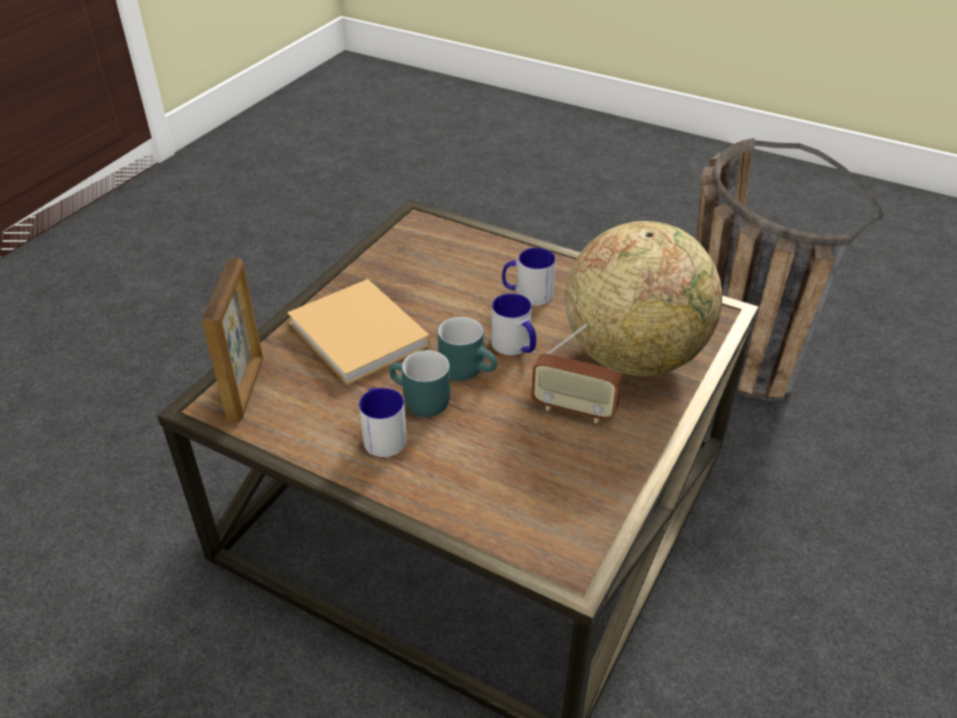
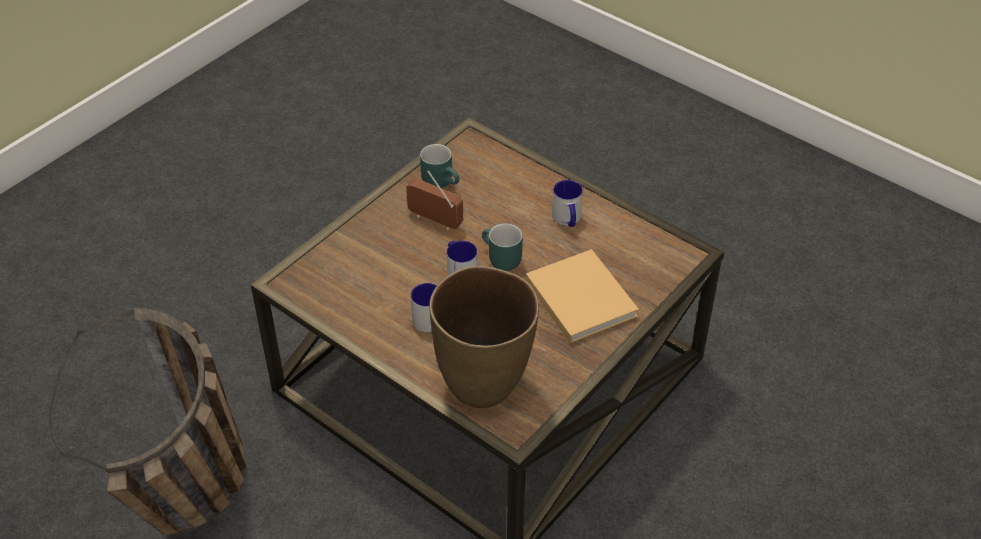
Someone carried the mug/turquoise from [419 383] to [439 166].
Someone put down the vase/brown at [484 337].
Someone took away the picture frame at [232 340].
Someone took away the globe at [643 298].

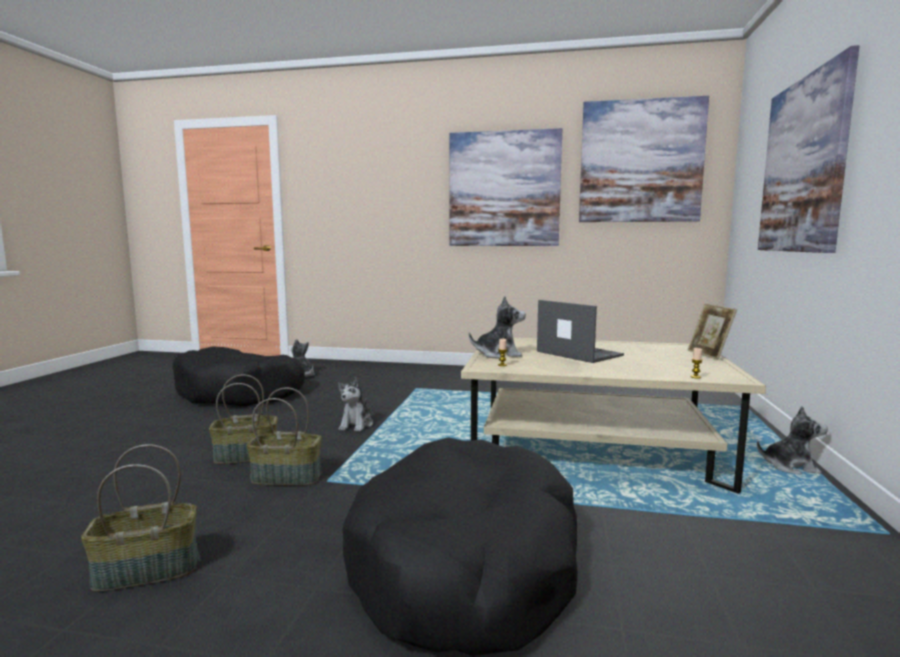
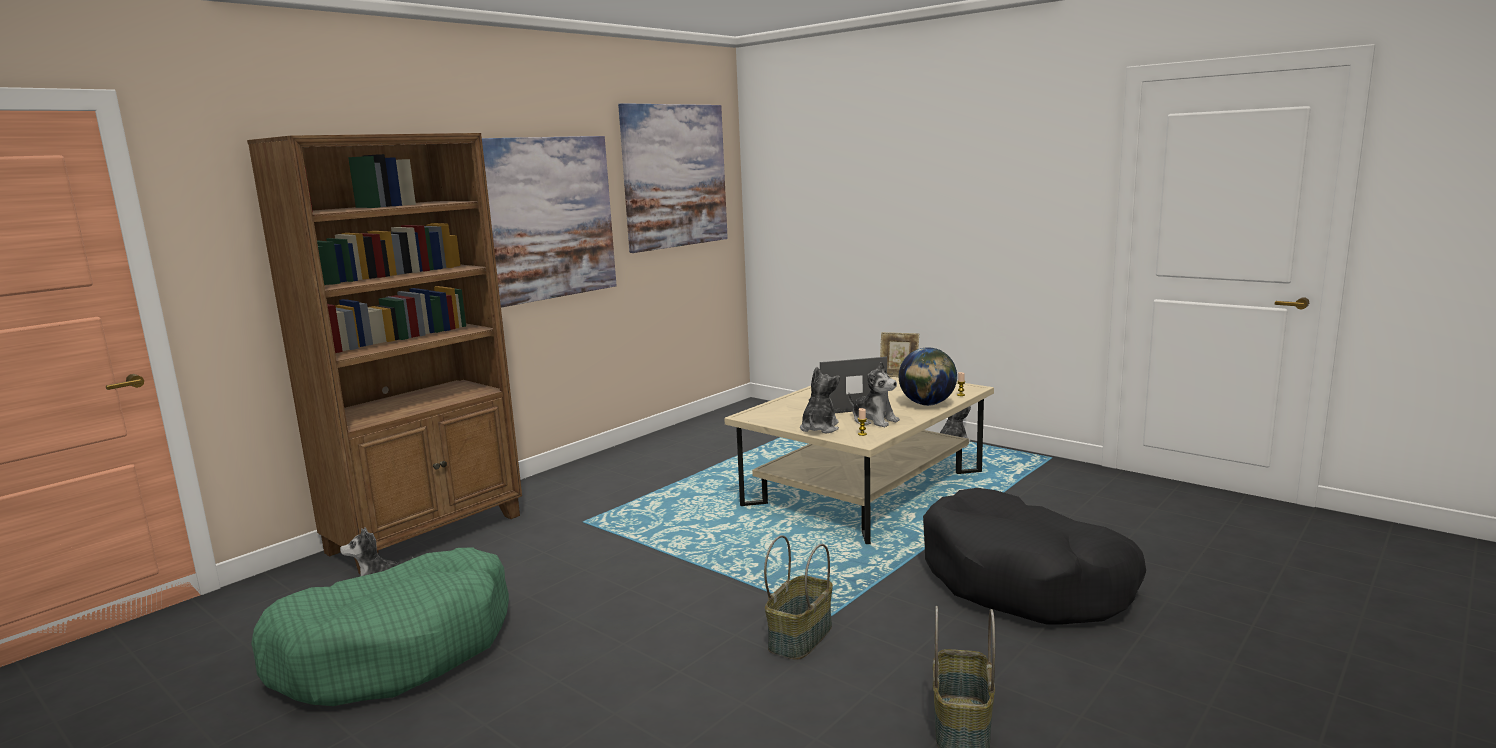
Someone put down the bookcase/brown at [384 354].
Someone repainted the dog bed/black at [238 376], which became the dog bed/green at [380 626].
Someone carried the plush toy from [355 404] to [874 394].
Someone put down the globe at [928 376].
Someone took away the basket at [243 419].
Someone took away the picture at [808 149].

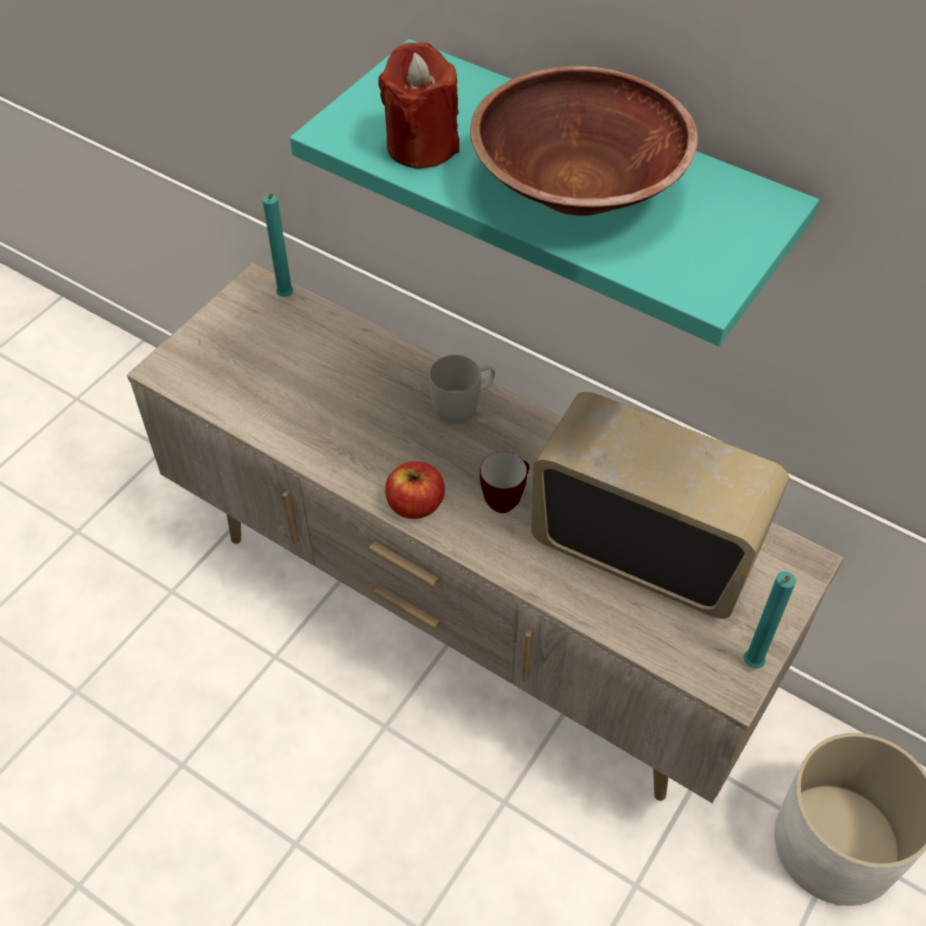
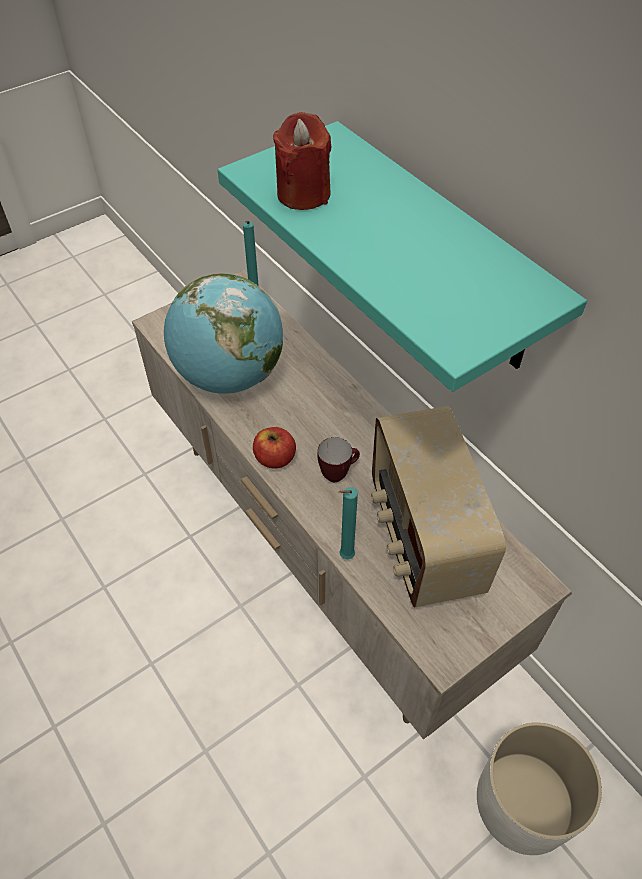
Someone put down the globe at [223 333].
Someone carried the candle/turquoise from [770 620] to [348 523].
Someone rotated the radio at [660 505] by 150 degrees counterclockwise.
Someone took away the mug/white at [462 389].
Someone took away the bowl/brown at [584 141].

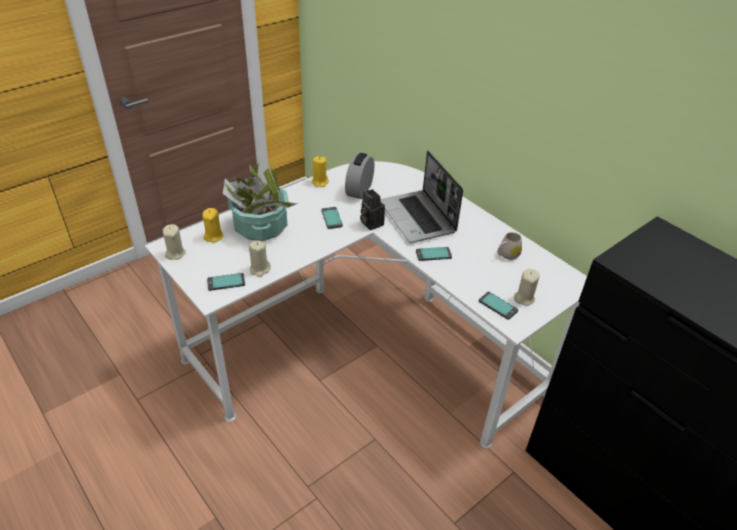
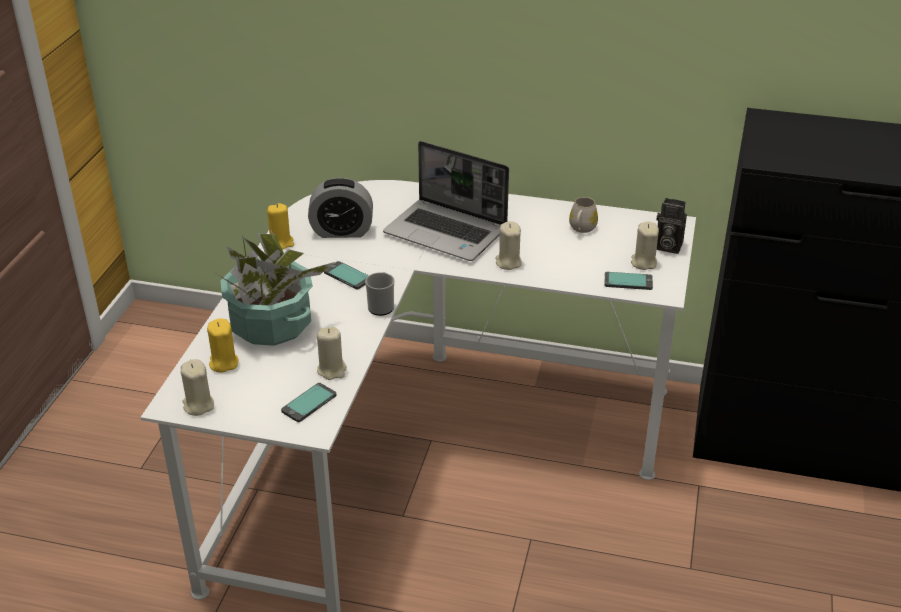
Someone rotated the alarm clock at [359 176] by 75 degrees counterclockwise.
Someone put down the mug at [380 294].
Someone swapped the phone at [434 254] for the candle/beige at [508 245].
Someone carried the photo camera from [372 209] to [671 226].

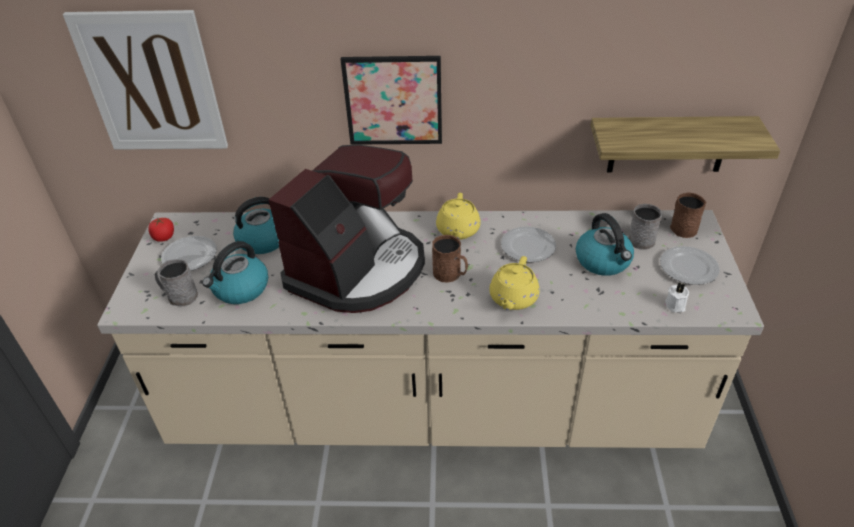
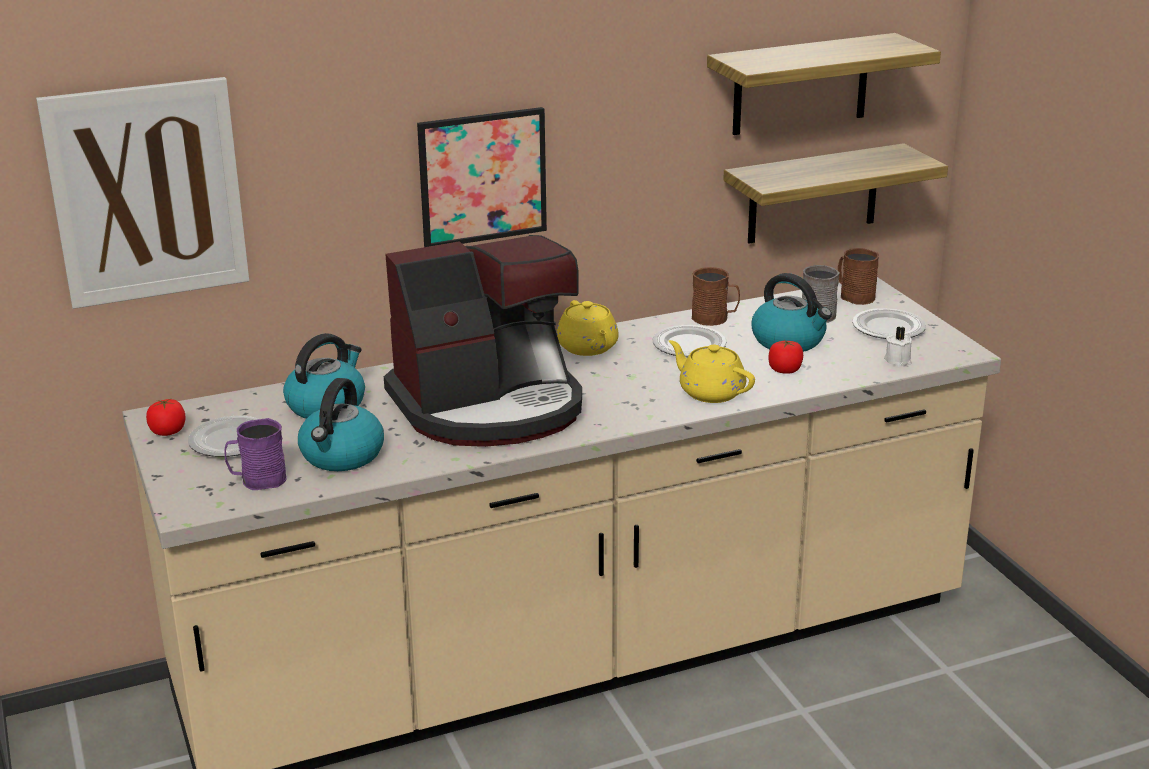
Someone repainted the mug/grey at [176 282], which became the mug/purple at [255 454].
Someone rotated the coffee machine at [347 229] by 60 degrees clockwise.
Someone rotated the teapot/yellow at [514 283] by 135 degrees clockwise.
Someone carried the mug/brown from [450 258] to [716 296].
Someone put up the shelf at [824 84].
Someone put down the tomato at [785 357].

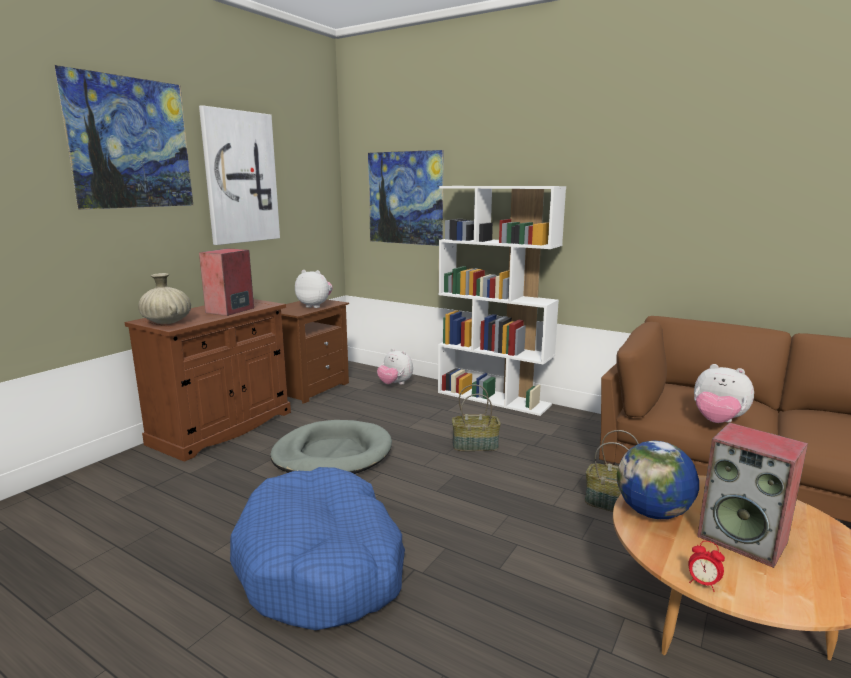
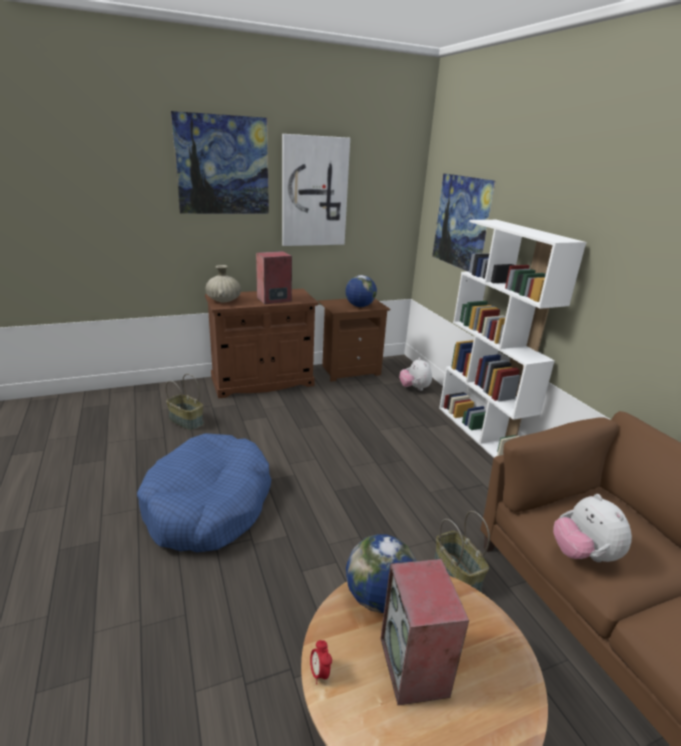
Someone carried the basket from [476 417] to [184 402].
Someone swapped the plush toy at [314 289] for the globe at [361 291].
Someone took away the dog bed/grey at [331 447].

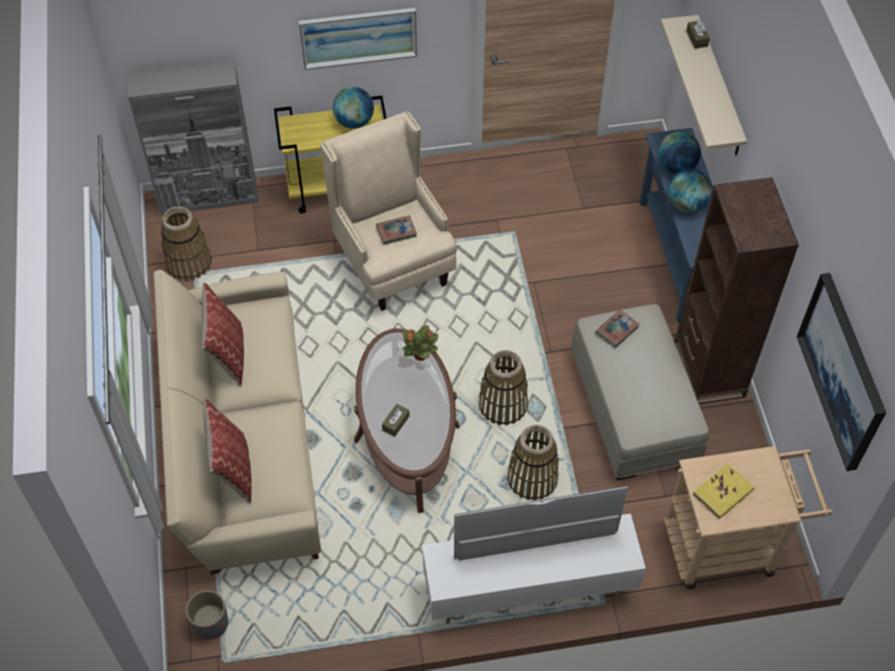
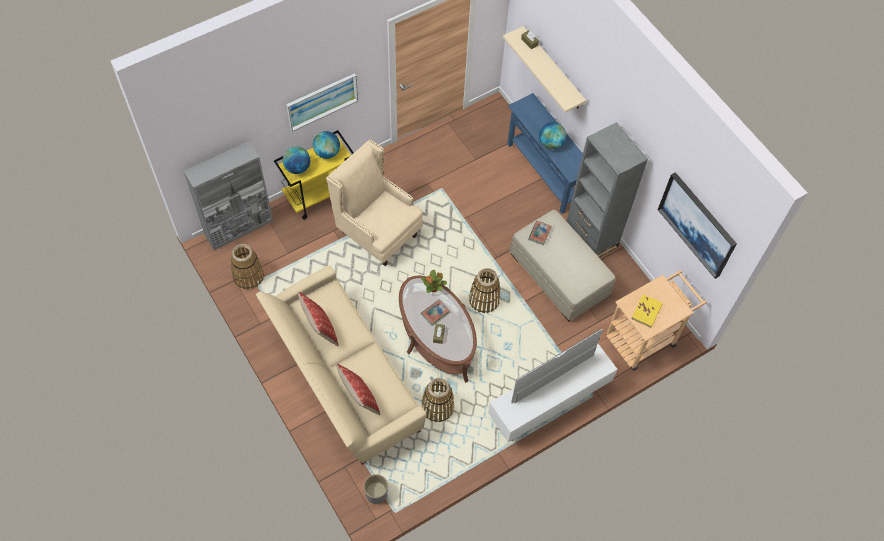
Someone carried the globe from [679 153] to [296 160].
Someone carried the book from [396 230] to [435 312].
Someone carried the basket from [533 462] to [438 400].
Someone repainted the bookcase/brown at [736 290], which became the bookcase/grey at [607 189].

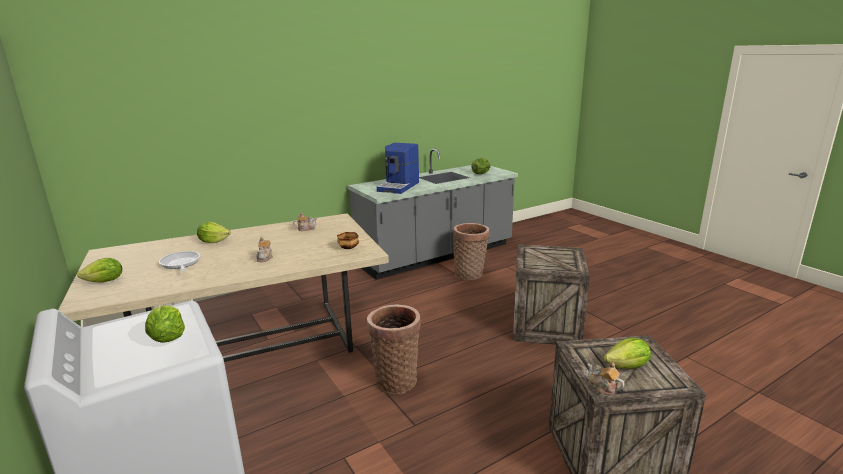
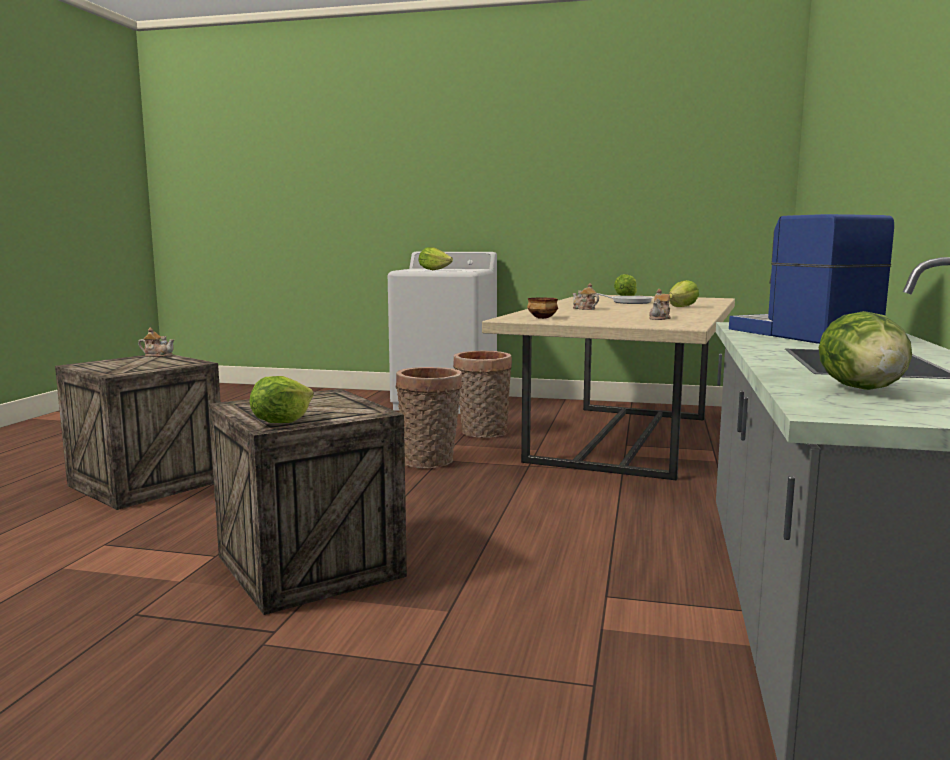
Someone carried the lettuce from [627 353] to [281 399].
Someone carried the basket from [471 252] to [482 394].

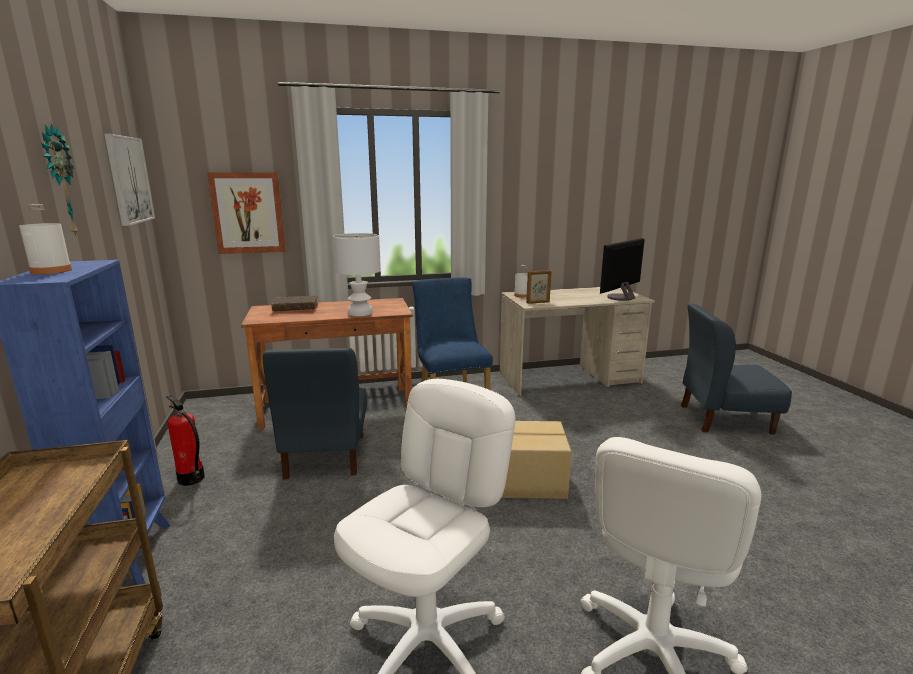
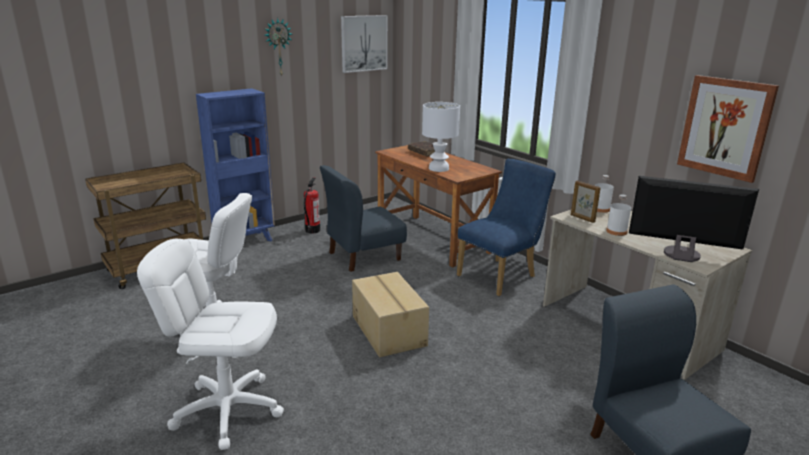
Someone carried the bottle/white from [45 239] to [618 215].
Someone carried the picture from [246 213] to [728 129].

